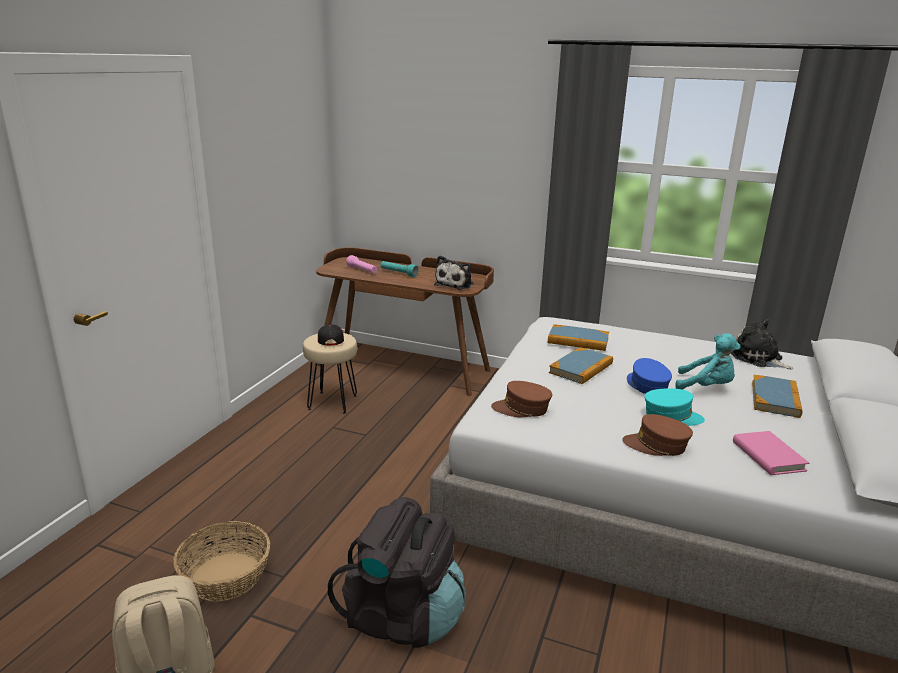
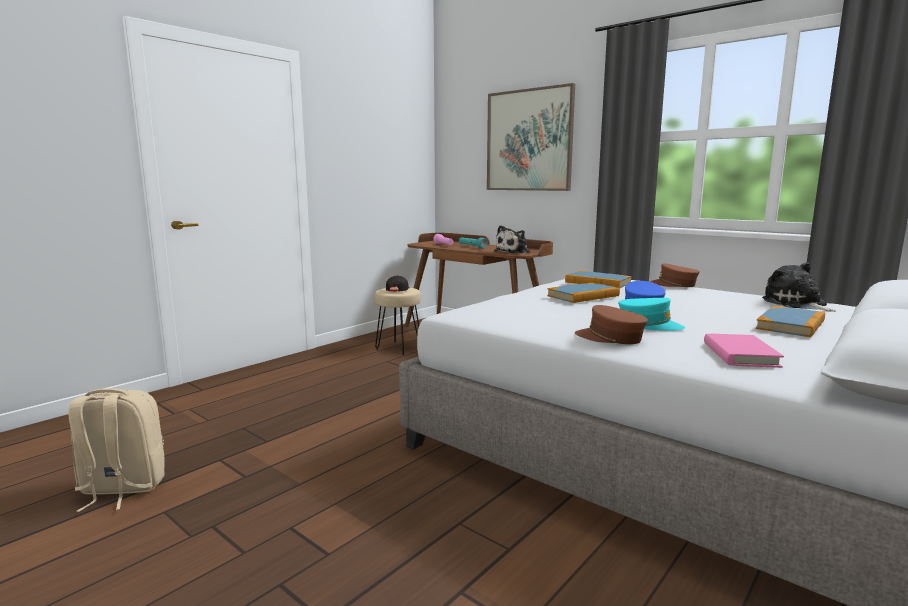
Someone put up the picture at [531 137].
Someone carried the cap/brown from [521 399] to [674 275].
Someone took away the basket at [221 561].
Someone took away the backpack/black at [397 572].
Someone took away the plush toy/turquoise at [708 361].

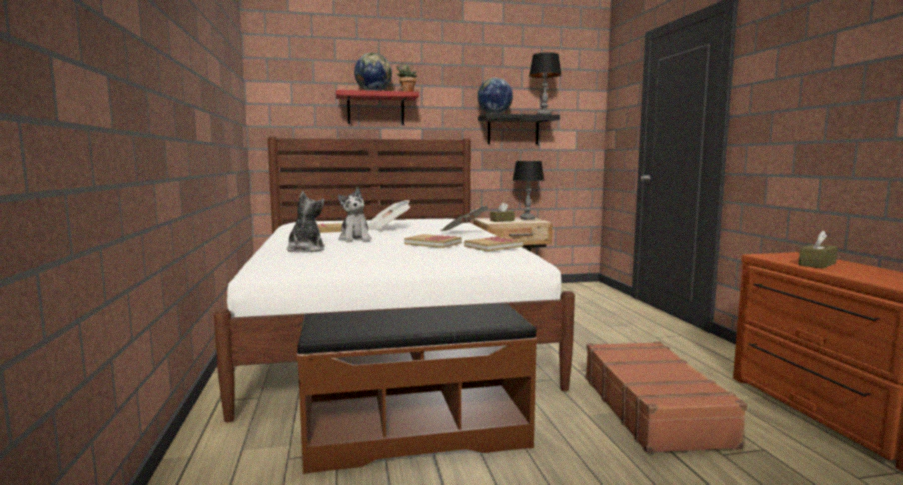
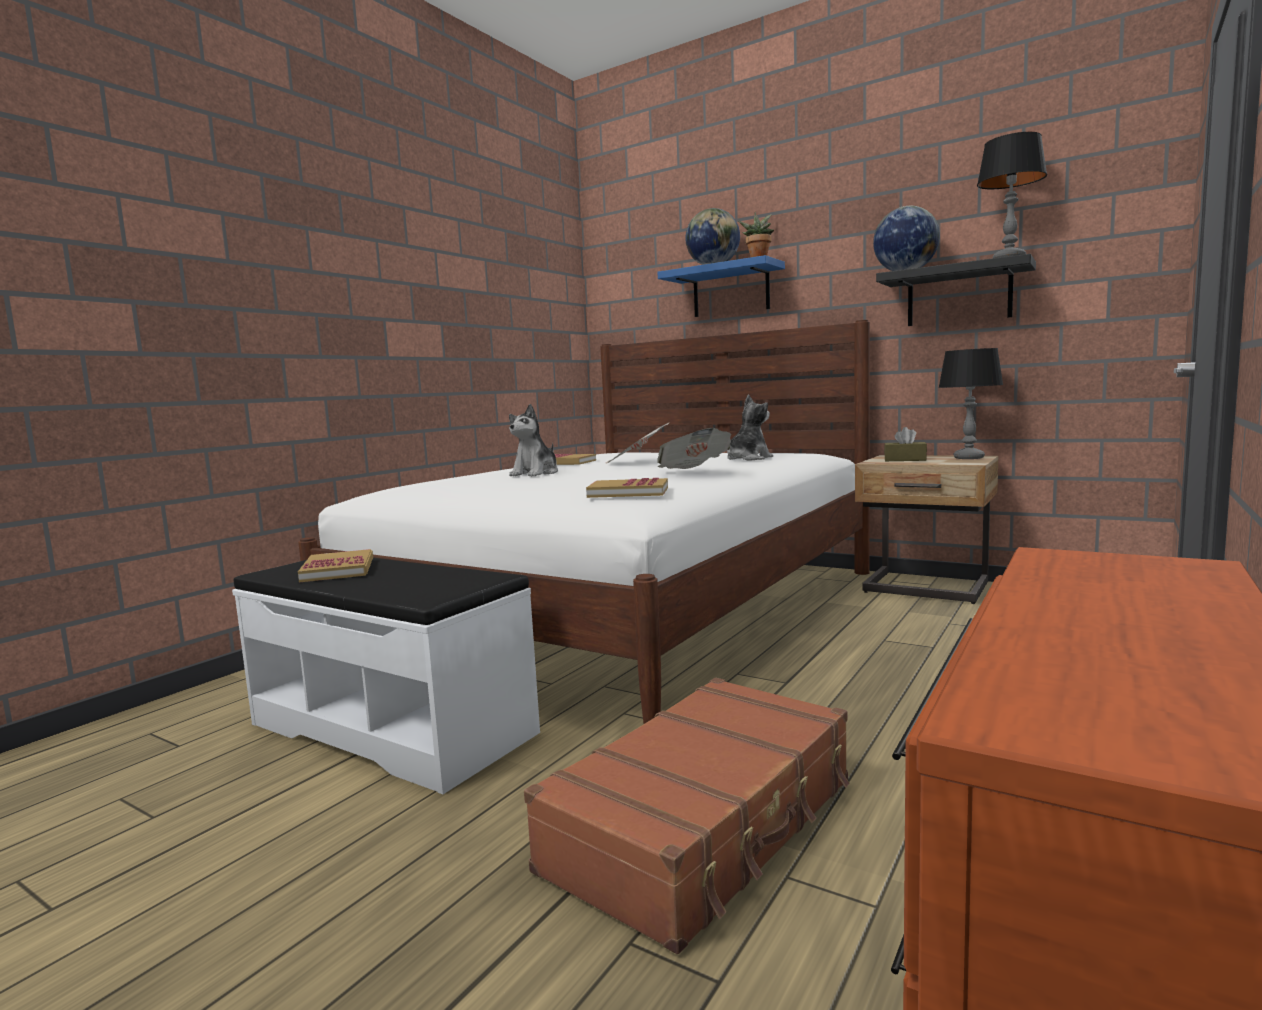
Someone repainted the bench/brown at [417 388], which became the bench/white at [386 676].
Someone carried the book from [433 241] to [335 565].
Someone repainted the shelf/red at [377 107], which became the shelf/blue at [721 286].
Someone carried the plush toy from [306 221] to [750 427].
Someone took away the tissue box/brown at [818 249].

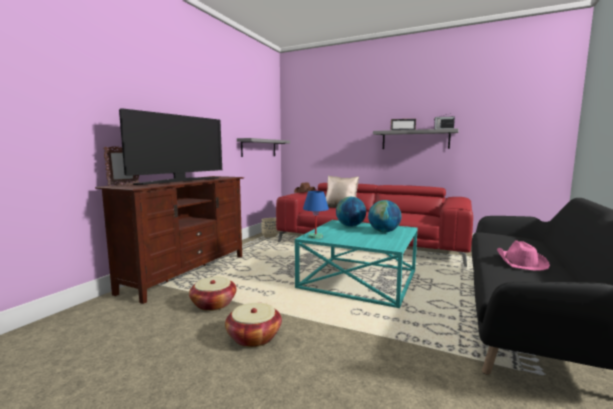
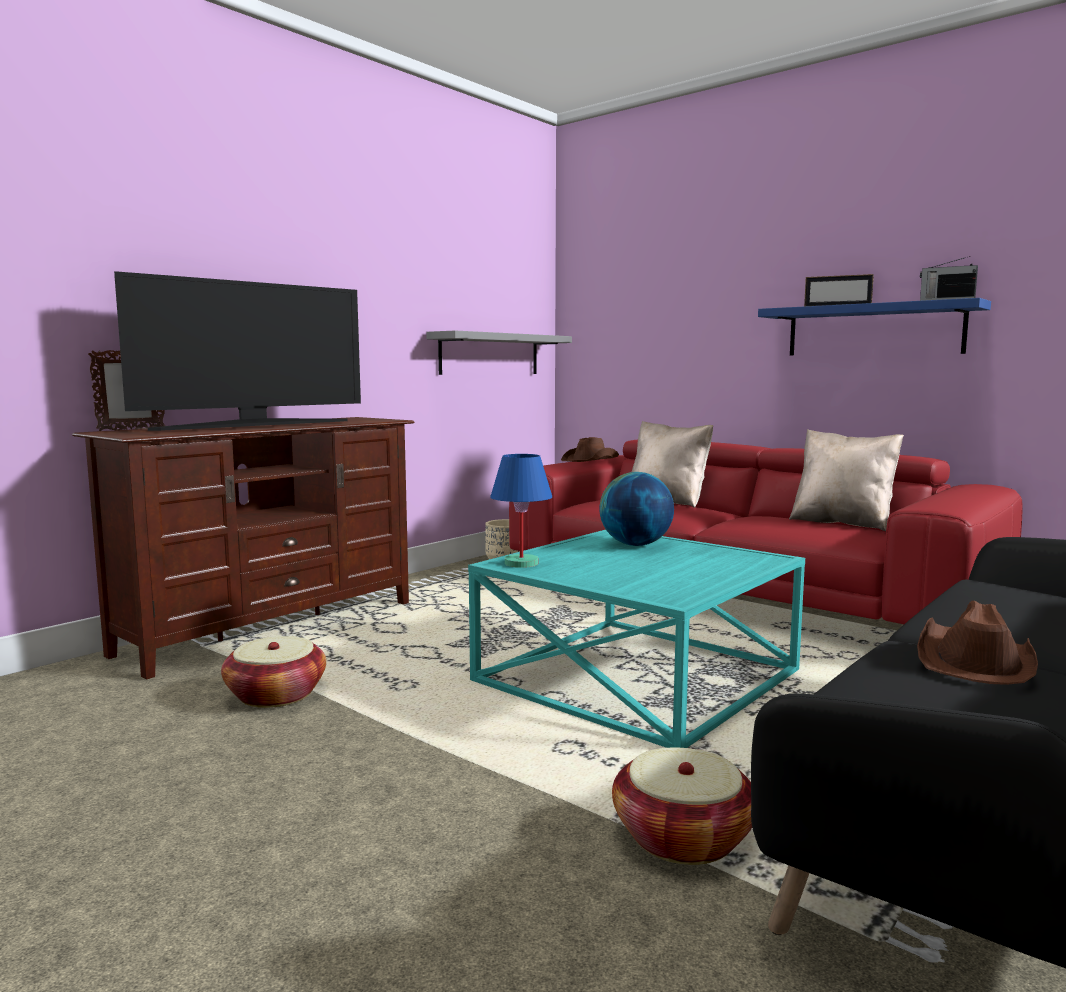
Someone carried the basket from [253 325] to [682 806].
Someone repainted the shelf/grey at [416 139], which became the shelf/blue at [874 327].
Someone put down the pillow/beige at [846 480].
Someone repainted the hat/pink at [523 255], which became the hat/brown at [977 642].
Someone took away the globe at [384 216].

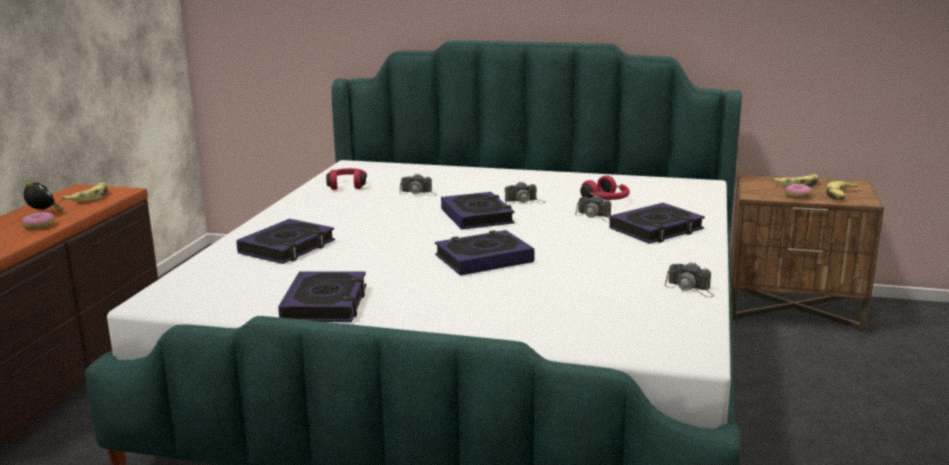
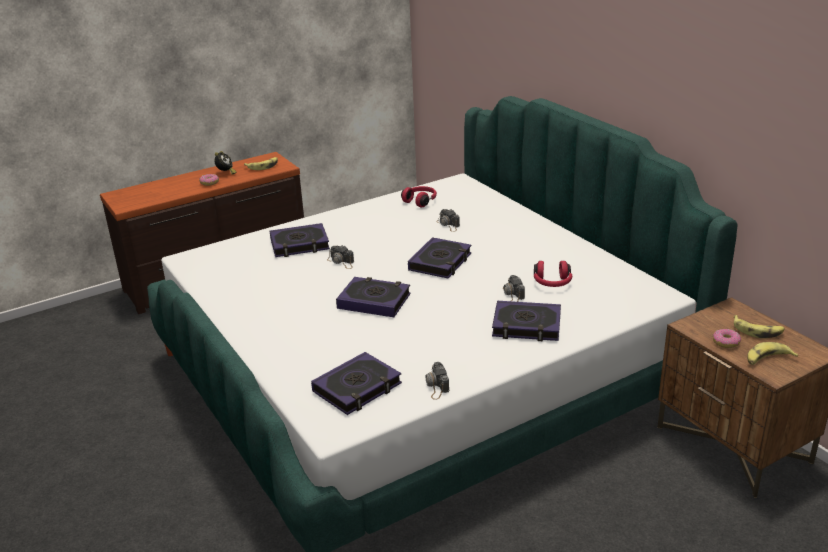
Someone carried the book from [322 296] to [356 383].
Someone carried the photo camera from [525 193] to [340 257].

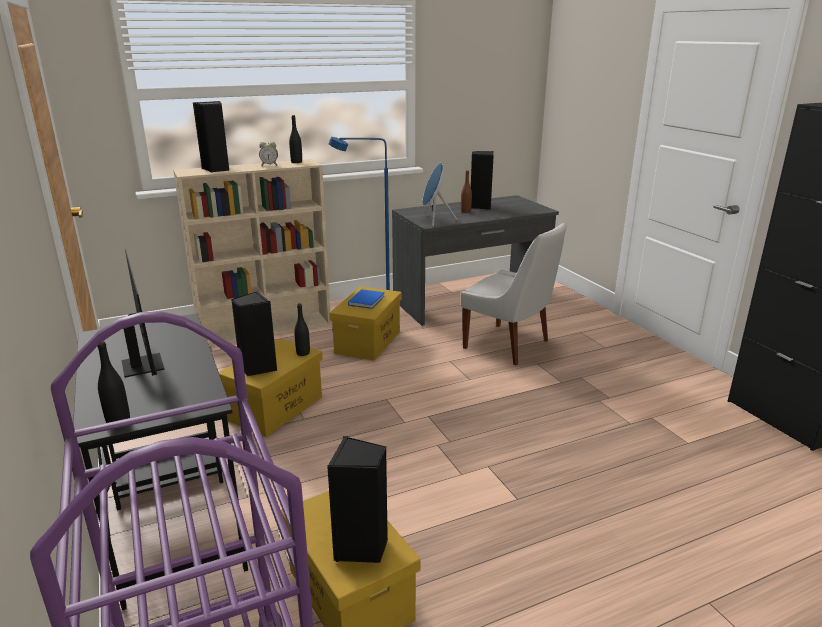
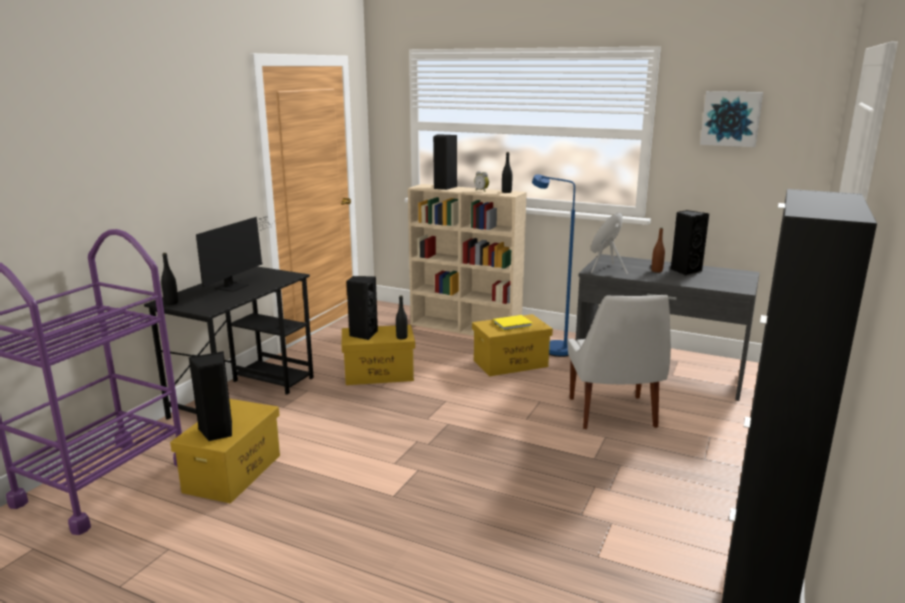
Someone repainted the book/blue at [366 299], which became the book/yellow at [512 323].
Someone put up the picture at [731 119].

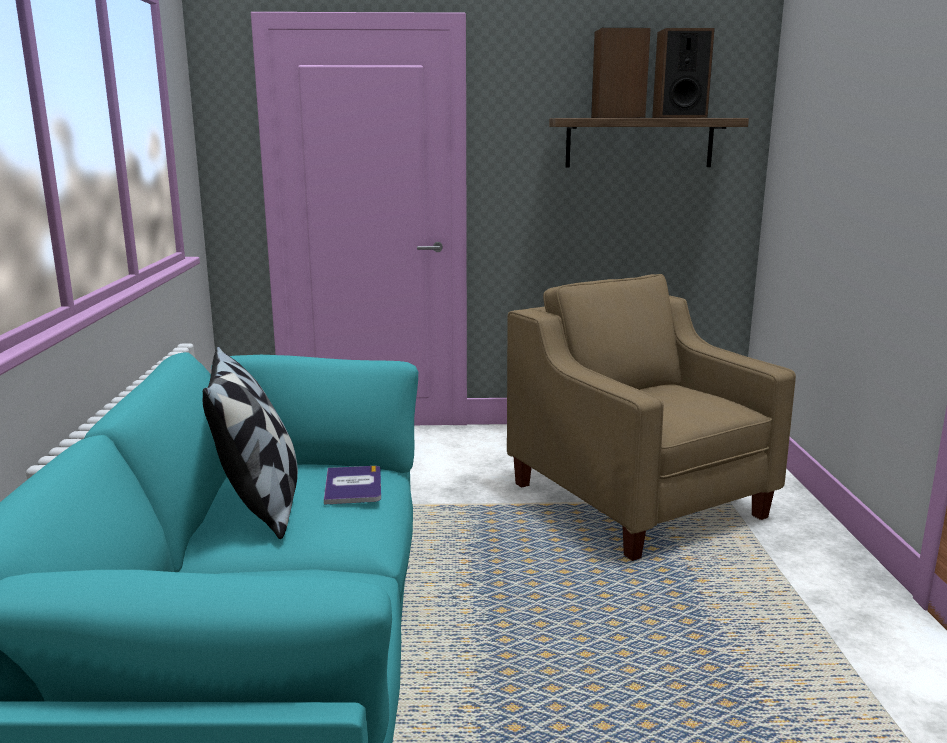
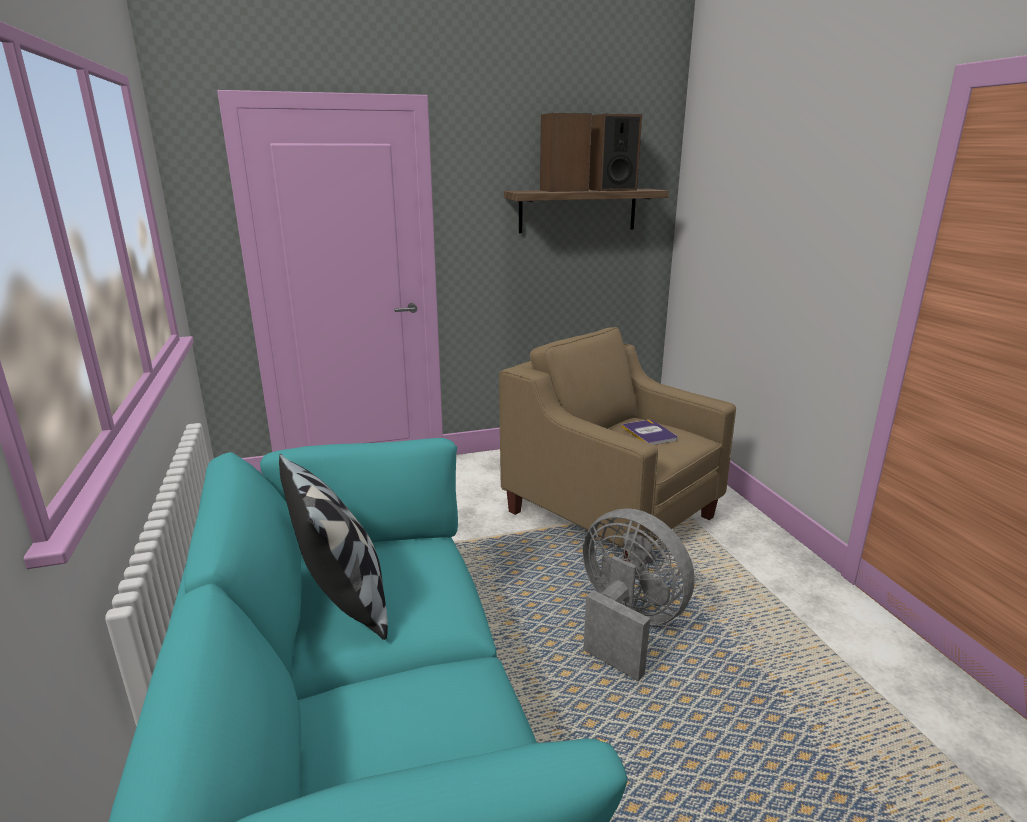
Someone put down the fan/grey at [639 594].
Someone carried the book from [352 485] to [649 432].

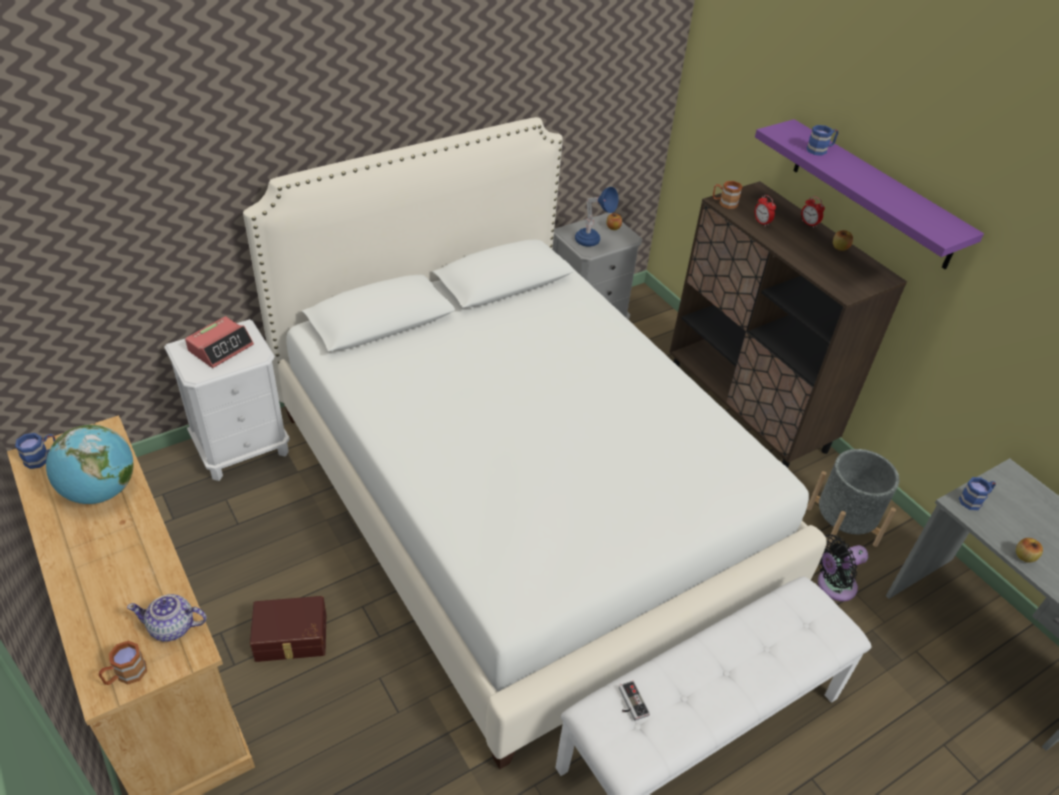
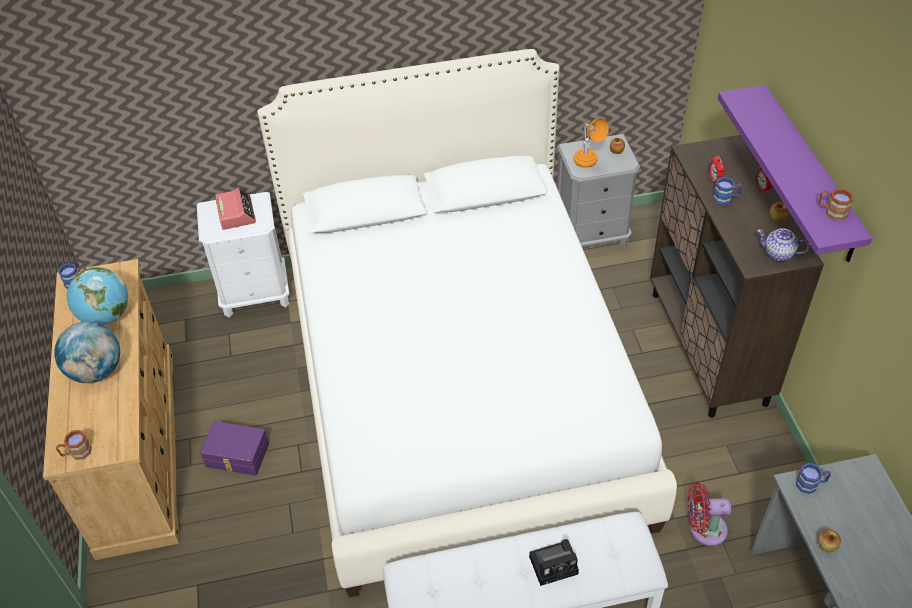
Someone put down the globe at [87 352].
Someone repainted the storage box/brown at [288 629], which became the storage box/purple at [234 448].
Someone rotated the alarm clock at [219 342] by 75 degrees counterclockwise.
Someone put down the photo camera at [554 562].
Someone repainted the table lamp/blue at [596 217], which became the table lamp/orange at [591 143].
Someone repainted the fan/black at [843 567], which became the fan/red at [709 514].
Someone carried the mug/blue from [822 140] to [728 191].
Someone carried the teapot from [167 618] to [783 244].
Someone carried the mug/brown from [728 195] to [836 205].
Someone took away the game controller at [634 701].
Someone took away the planter/grey at [853 498].

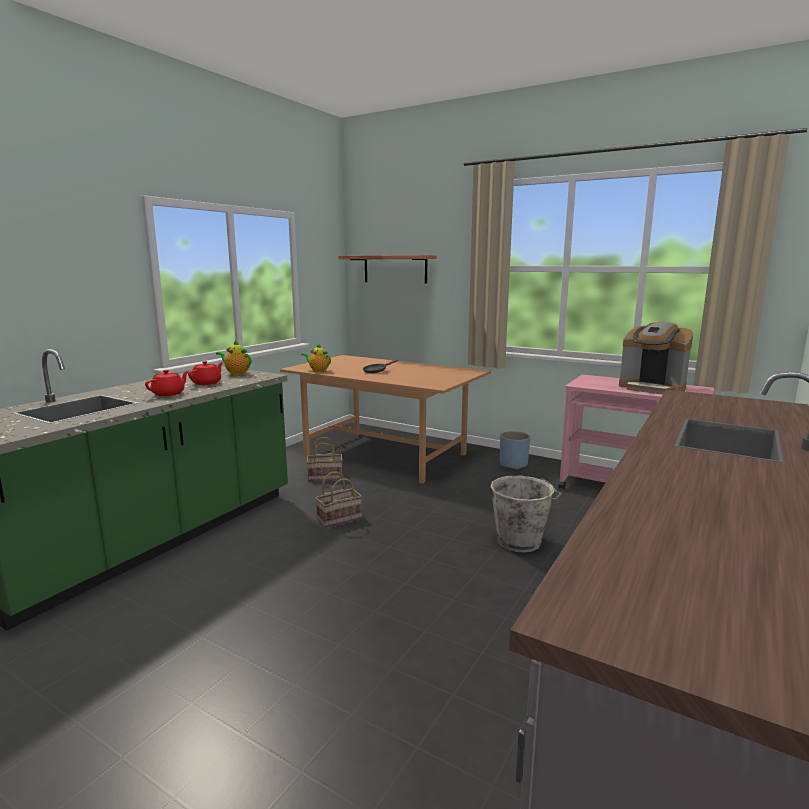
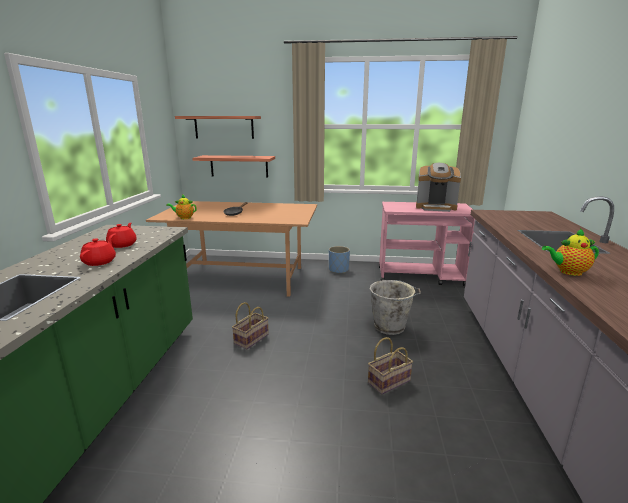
Someone put up the shelf at [233 166].
Someone carried the basket from [324 459] to [390 366].
Someone carried the teapot from [233 357] to [570 252].

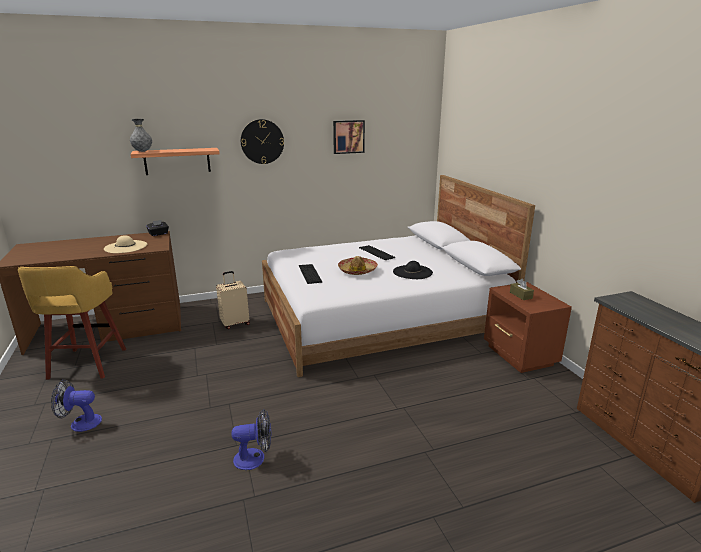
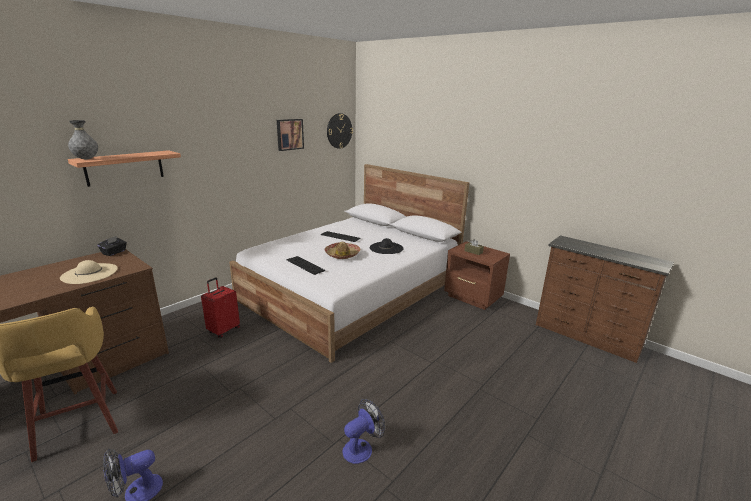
Someone repainted the suitcase/beige at [233 300], which became the suitcase/red at [220 308].
Someone carried the wall clock from [262 141] to [340 131].

